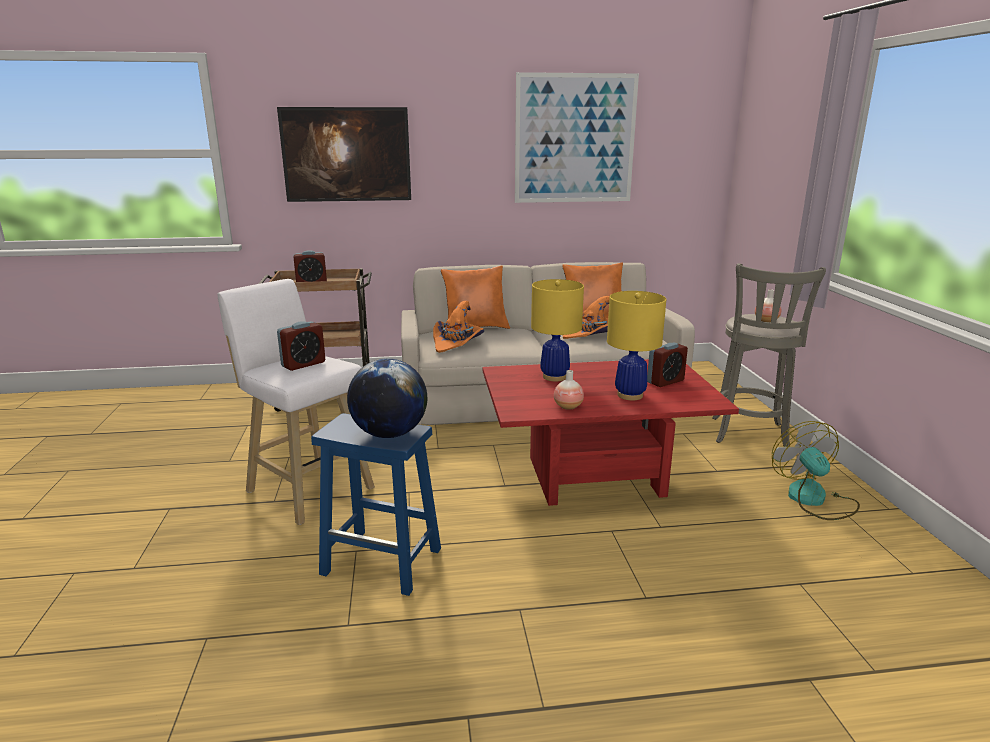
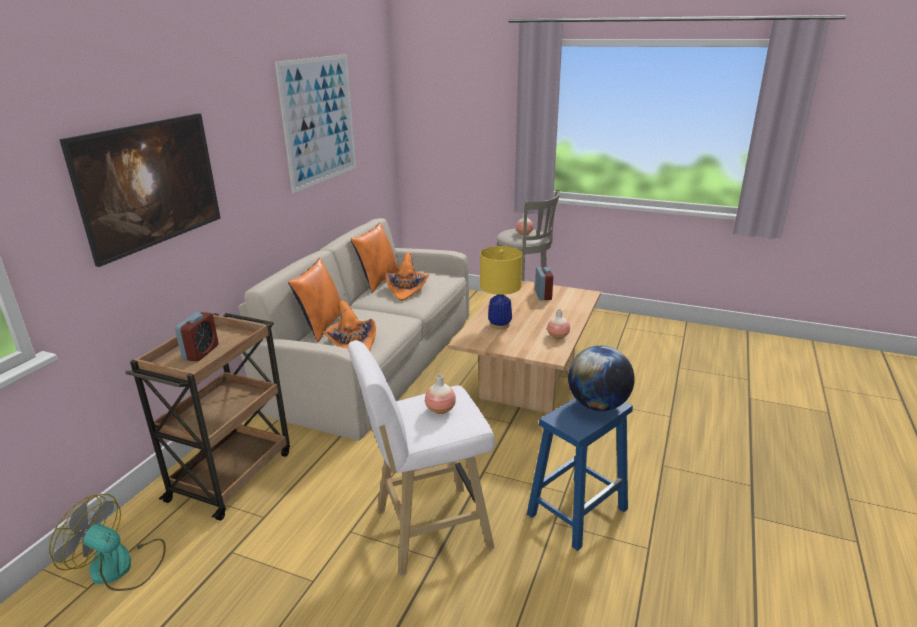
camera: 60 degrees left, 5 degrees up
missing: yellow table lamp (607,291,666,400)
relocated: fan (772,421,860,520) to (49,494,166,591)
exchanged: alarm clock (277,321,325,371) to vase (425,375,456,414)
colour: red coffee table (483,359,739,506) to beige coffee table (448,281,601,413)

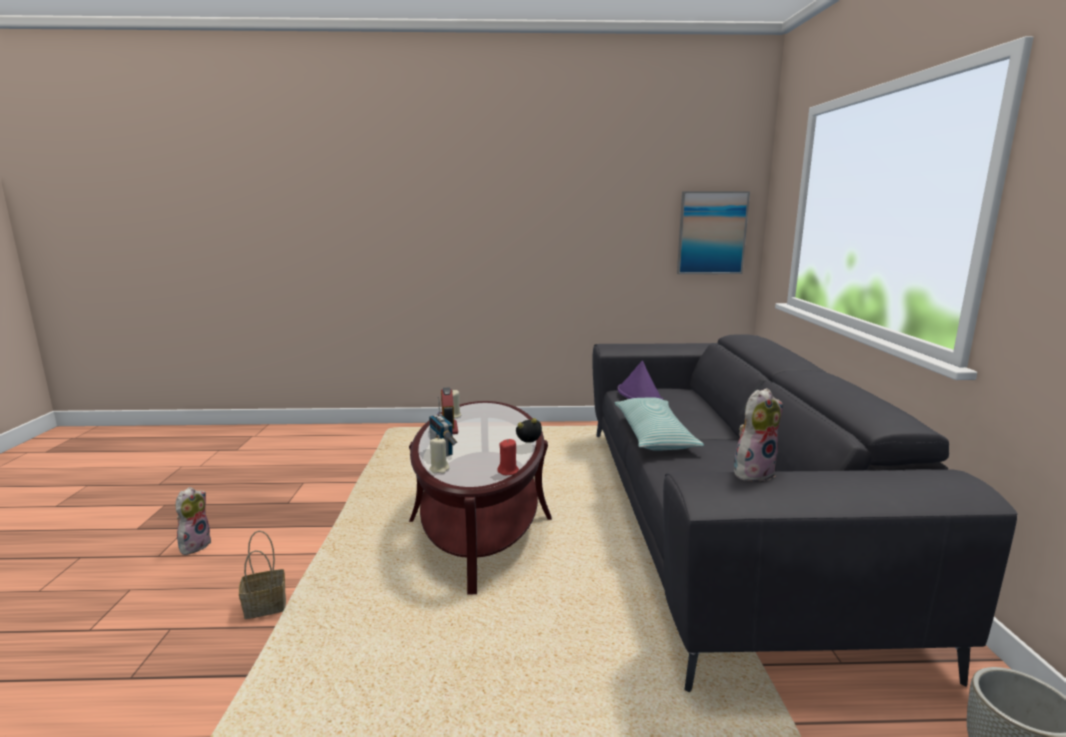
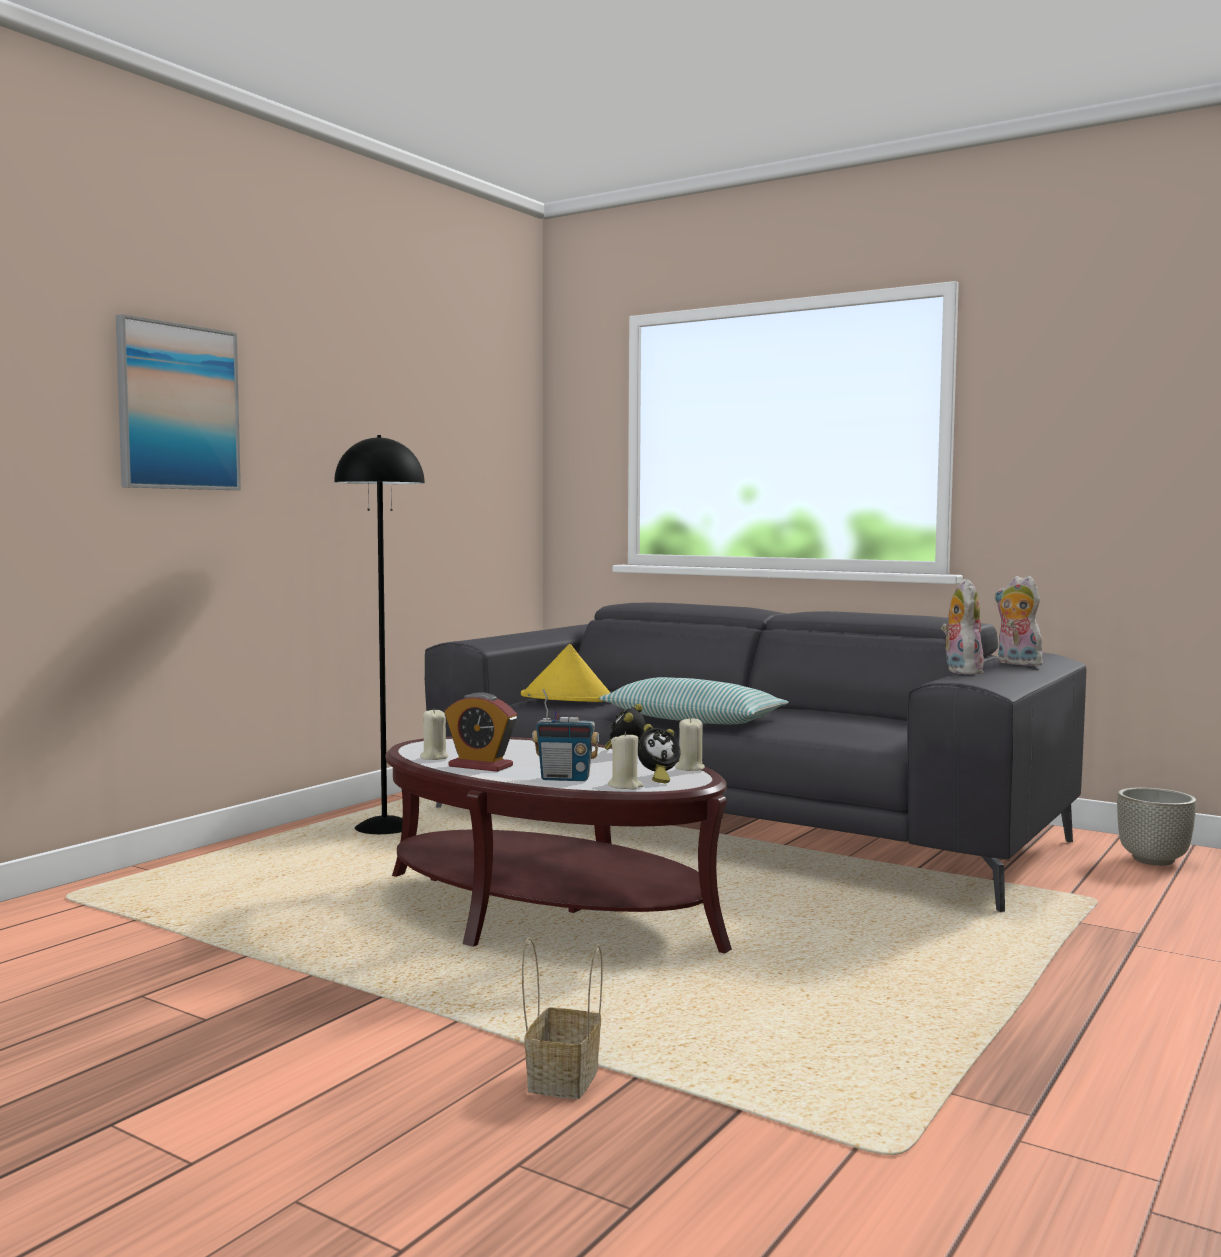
camera: 55 degrees left, 10 degrees down
appeared: black floor lamp (334,435,425,834); alarm clock (638,724,680,784)
relocated: picture (677,191,750,274) to (116,314,241,490); plush toy (176,487,212,555) to (995,576,1045,666)
colour: purple hat (617,361,663,399) to yellow hat (521,644,610,702); red candle (497,439,519,475) to beige candle (675,717,705,771)

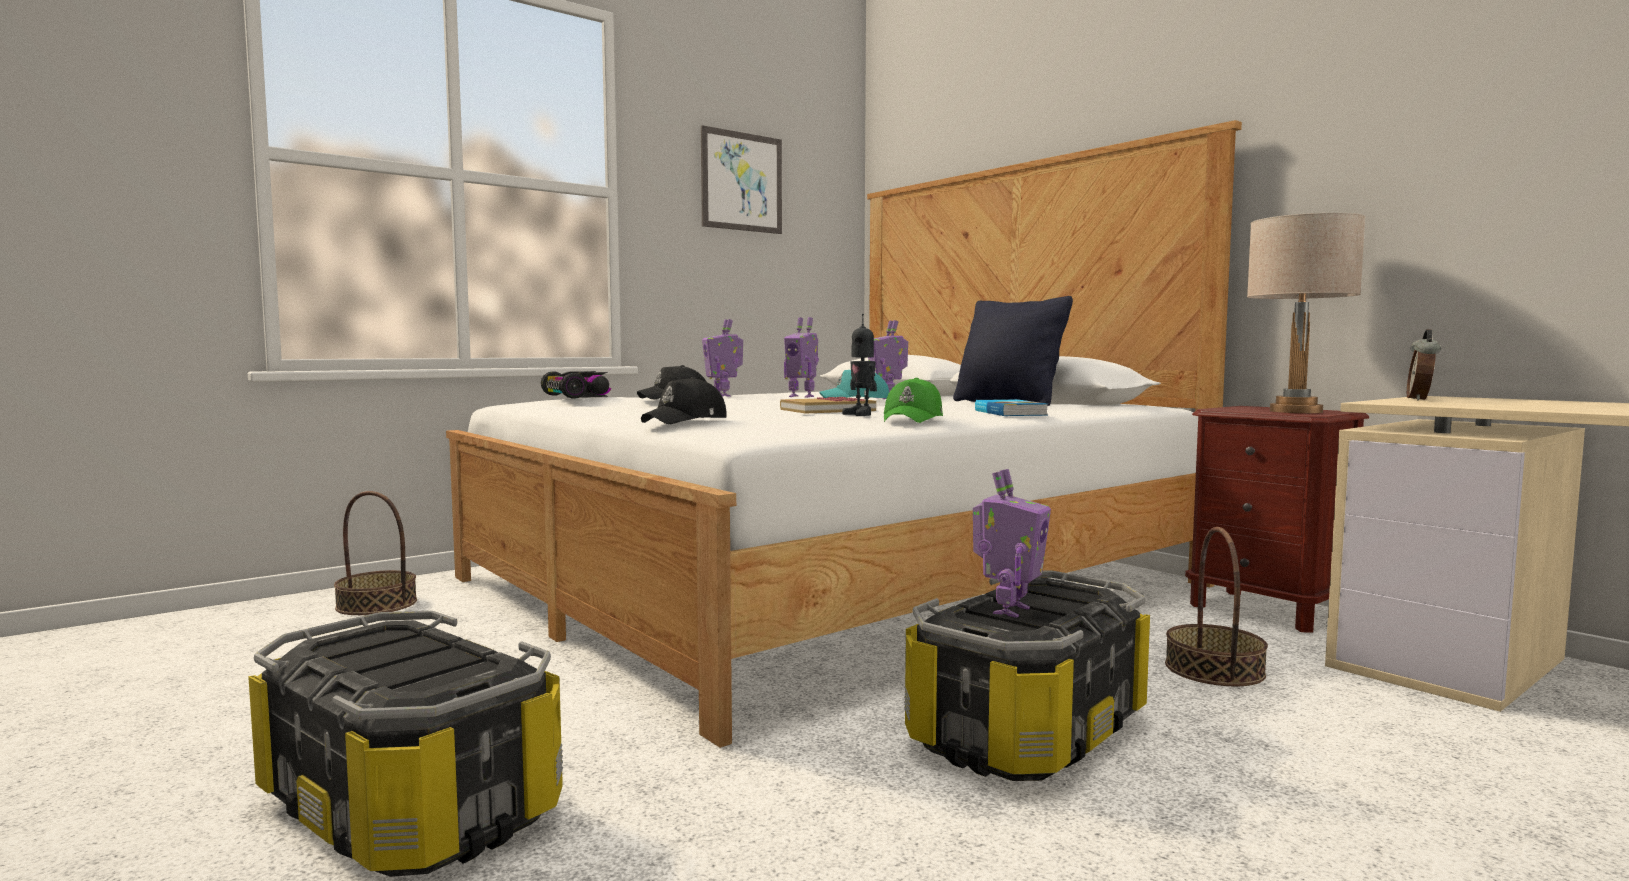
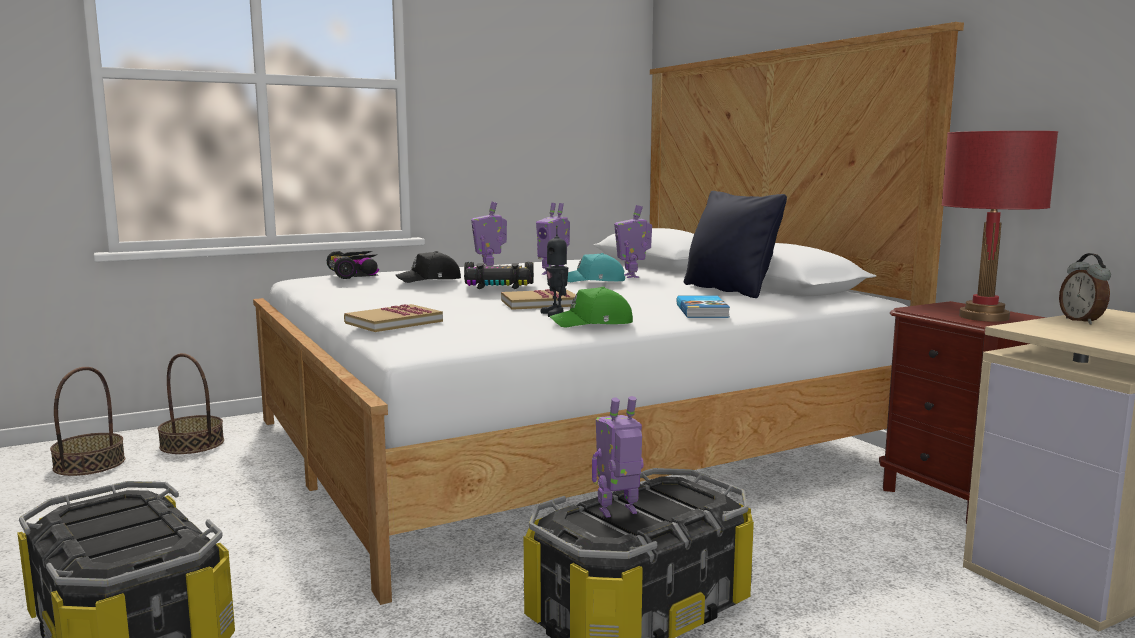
camera: 10 degrees right, 5 degrees up
missing: picture (701,125,782,234)
appeared: toy car (464,262,534,289)
relocated: basket (1165,527,1268,686) to (50,367,125,476)
exchanged: black cap (641,377,727,424) to book (344,304,443,332)
colour: beige table lamp (1247,213,1366,413) to red table lamp (941,131,1058,322)
spun: alarm clock (1407,329,1441,400) = (1059,253,1111,325) 45 degrees counterclockwise; green cap (884,378,943,423) = (550,287,633,328) 45 degrees clockwise; toy robot (973,469,1051,618) = (592,396,644,518) 150 degrees counterclockwise

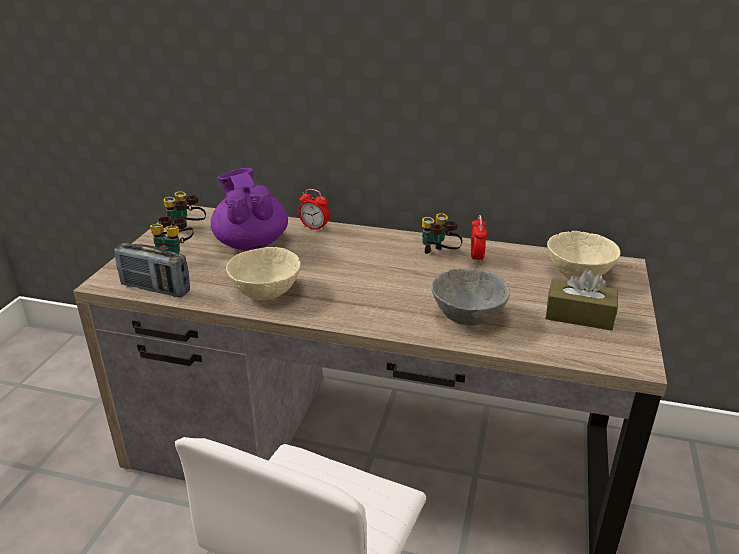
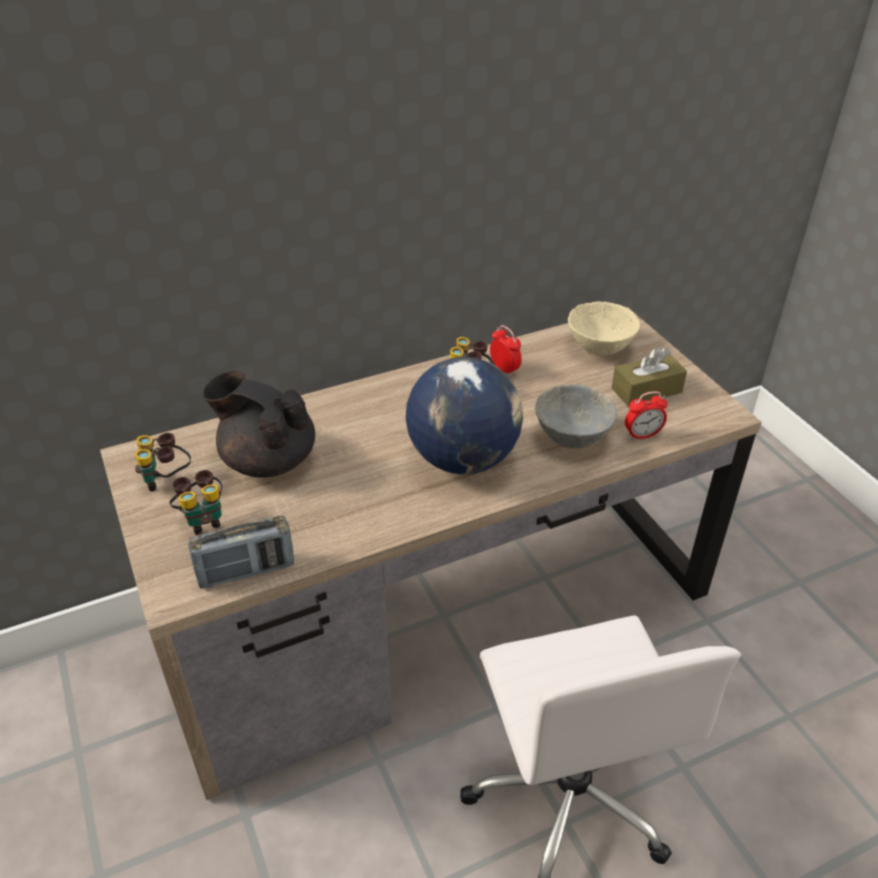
camera: 40 degrees left, 10 degrees up
missing: beige bowl (226,247,301,300)
appeared: globe (406,357,523,474)
relocated: alarm clock (299,189,329,231) to (625,391,668,440)
colour: purple teapot (211,168,288,251) to black teapot (203,371,315,478)

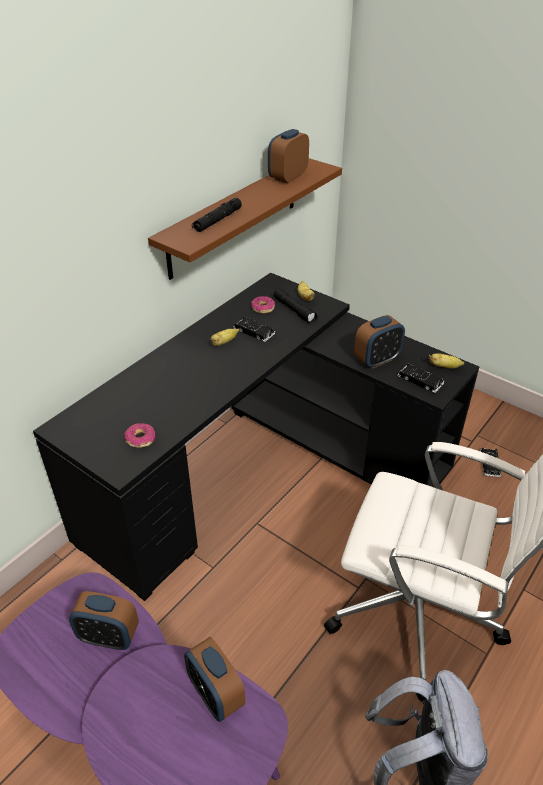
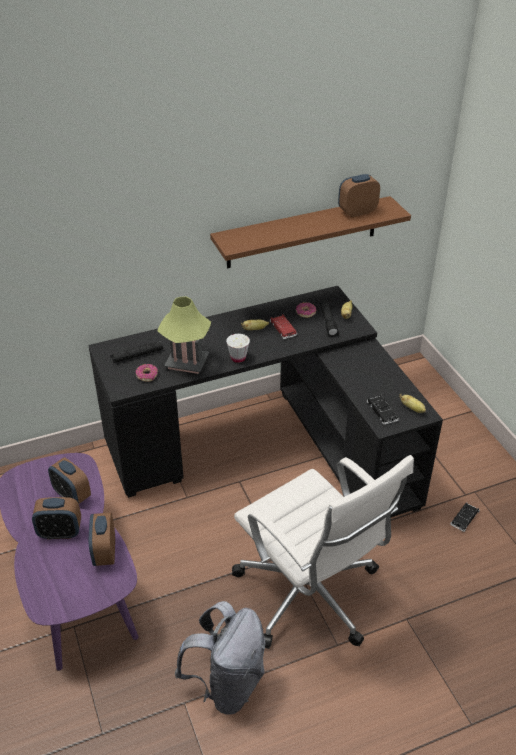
camera: 30 degrees right, 0 degrees up
appeared: table lamp (157,296,211,374); white cup (226,334,250,363)
relocated: black flashlight (192,198,242,232) to (111,341,163,363); alarm clock (354,315,405,369) to (32,497,81,539)
colour: black toy car (233,316,275,342) to red toy car (270,314,297,339)

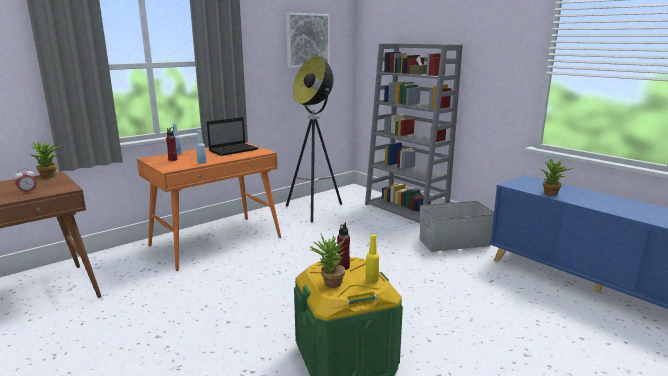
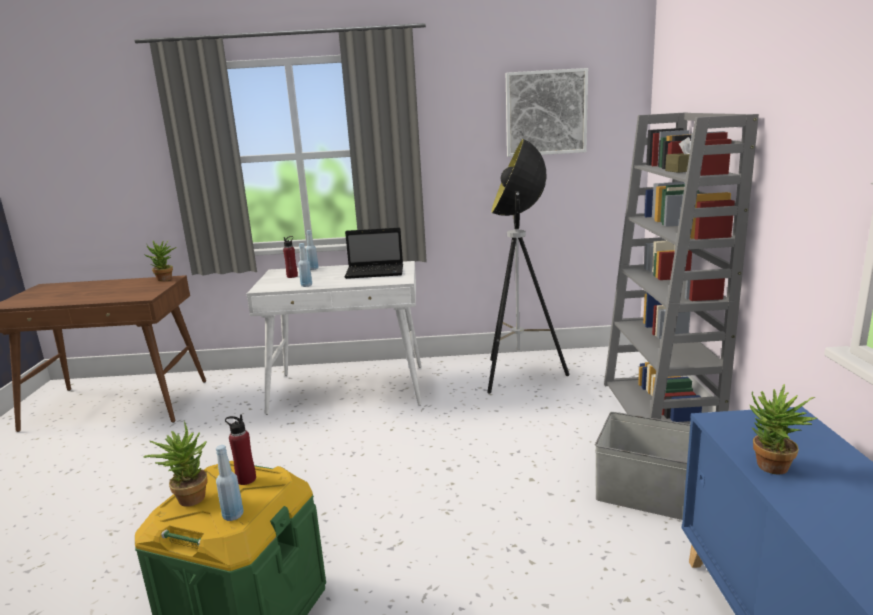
camera: 40 degrees right, 0 degrees up
missing: alarm clock (14,168,36,193)
colour: orange desk (137,142,281,271) to white desk (247,261,422,415); yellow bottle (365,234,379,283) to blue bottle (216,445,243,521)

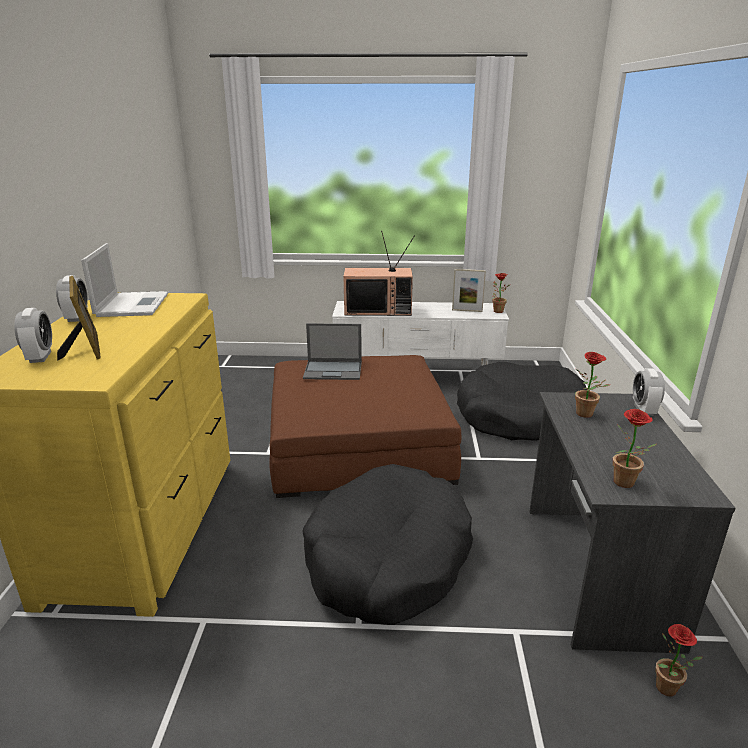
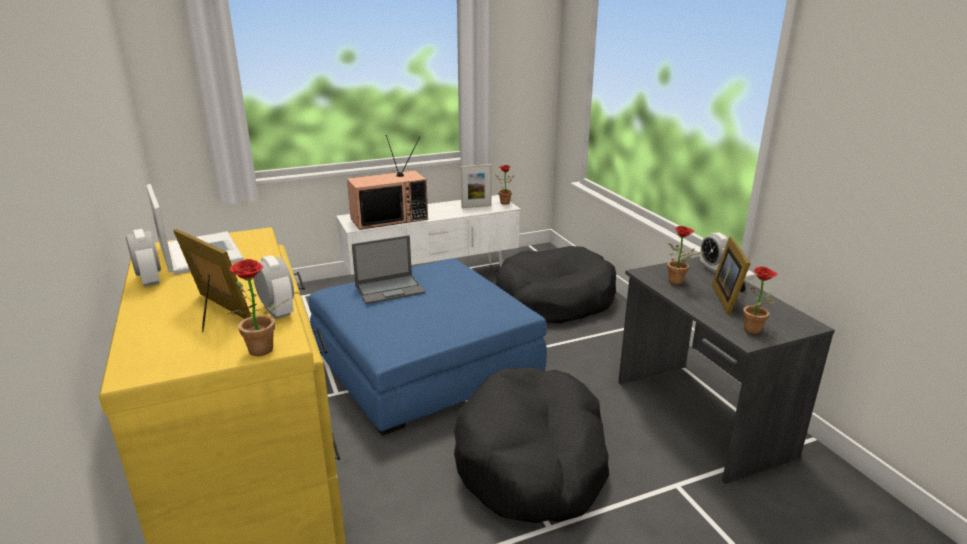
camera: 25 degrees left, 0 degrees up
appeared: picture frame (712,237,751,315)
relocated: alarm clock (14,308,52,363) to (253,255,294,319); potted plant (655,624,702,697) to (229,259,289,356)
colour: brown ottoman (269,355,461,498) to blue ottoman (309,258,547,436)

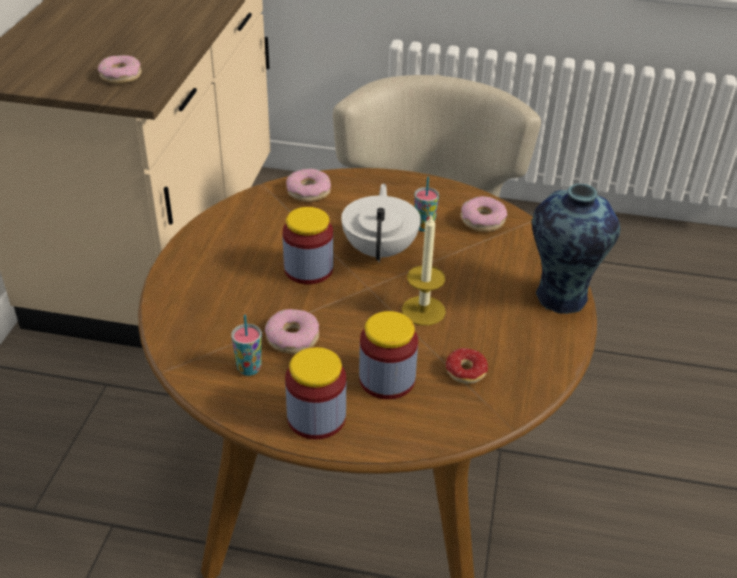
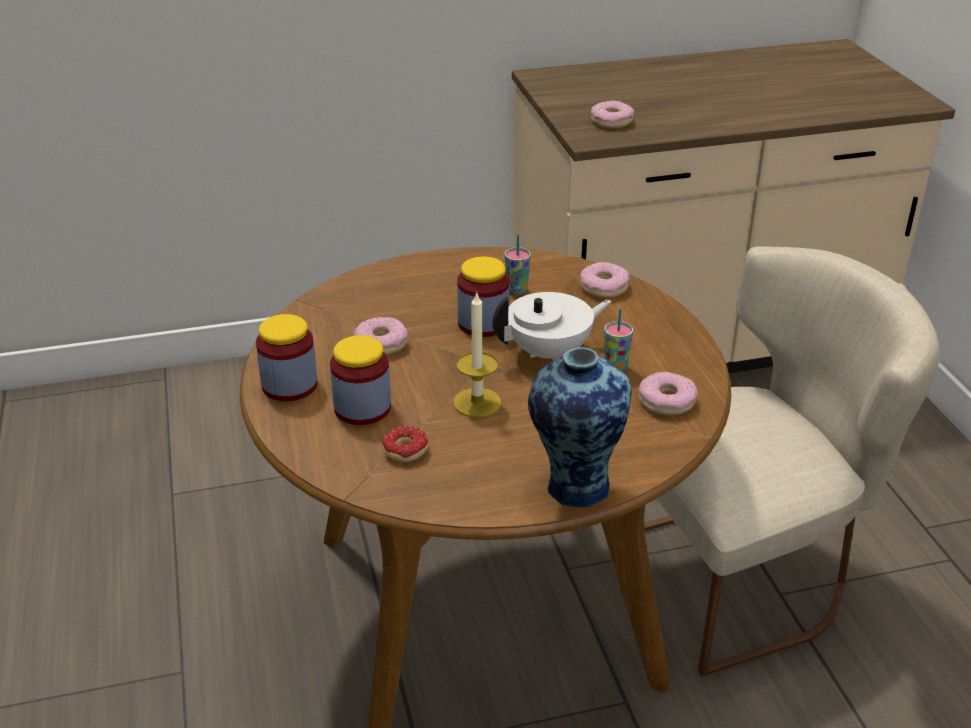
camera: 65 degrees right, 5 degrees down
relocated: cup (231,315,262,376) to (505,234,531,295)

